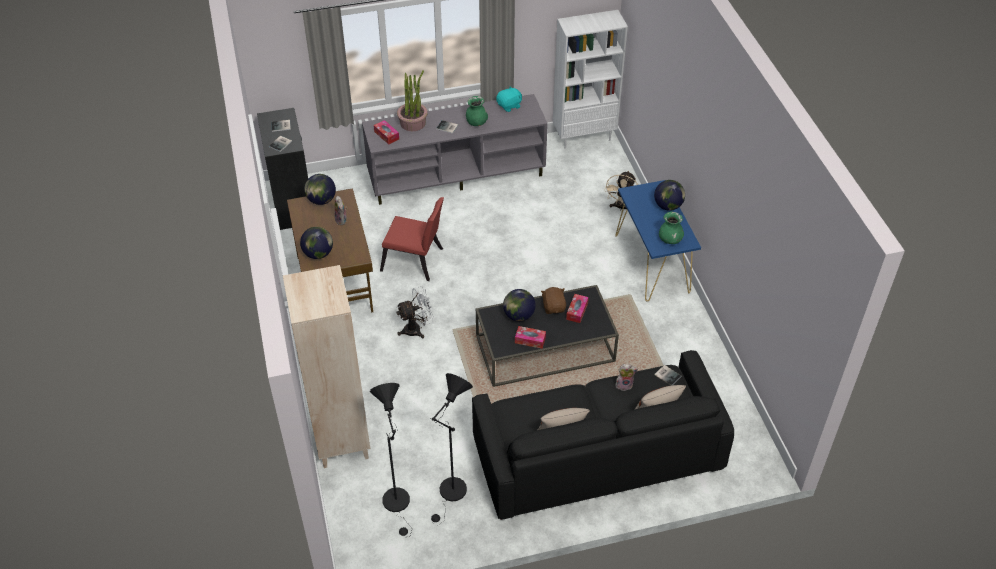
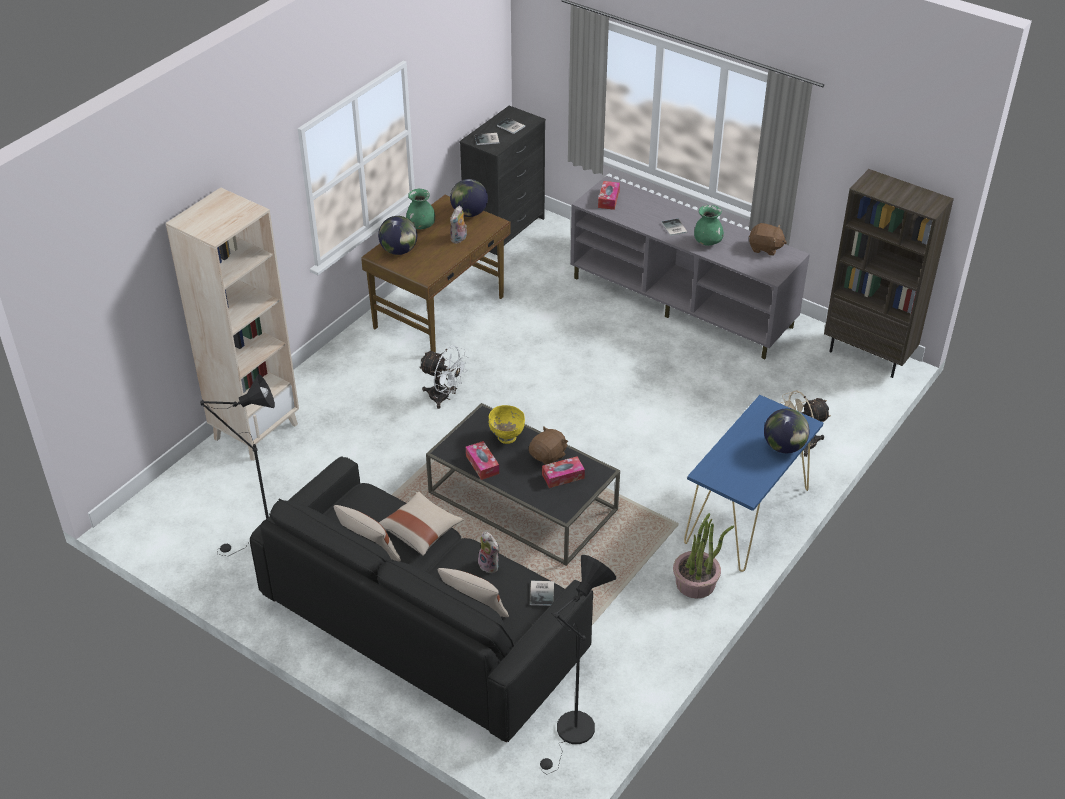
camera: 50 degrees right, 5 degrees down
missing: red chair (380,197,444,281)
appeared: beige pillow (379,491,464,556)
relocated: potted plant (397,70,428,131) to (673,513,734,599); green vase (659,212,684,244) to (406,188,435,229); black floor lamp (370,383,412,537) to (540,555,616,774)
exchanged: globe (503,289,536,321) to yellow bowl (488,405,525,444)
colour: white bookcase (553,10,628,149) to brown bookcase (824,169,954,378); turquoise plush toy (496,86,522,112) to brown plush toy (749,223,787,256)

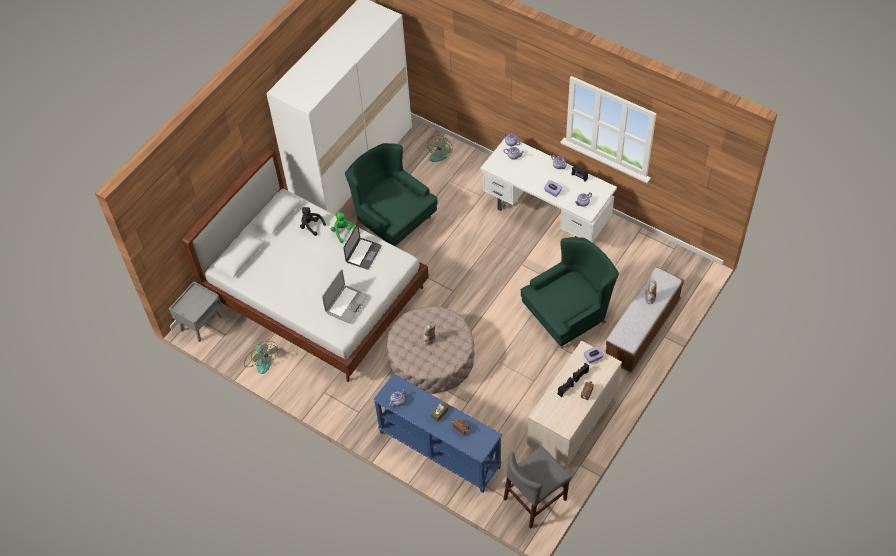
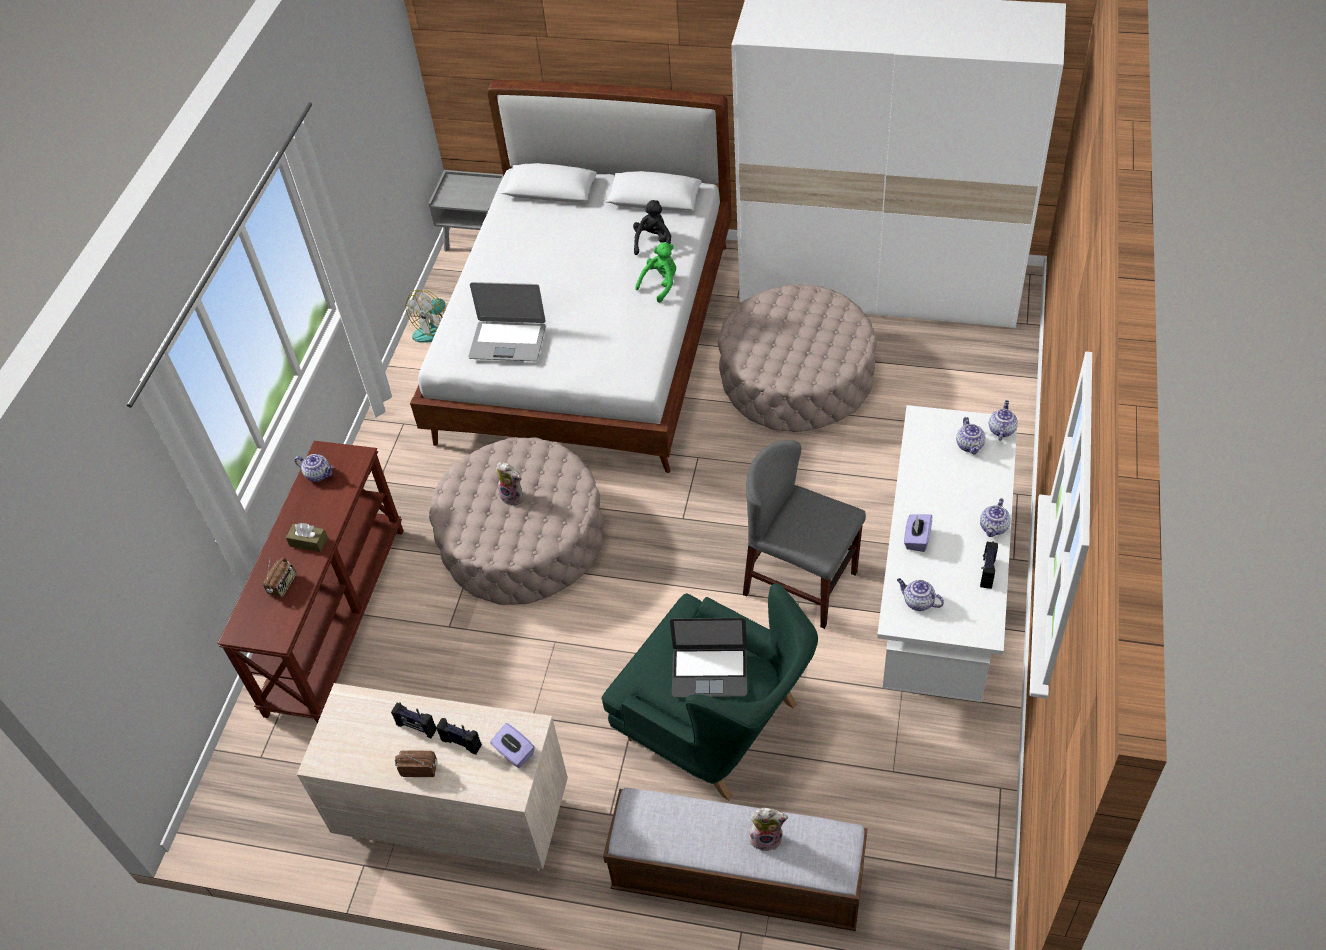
camera: 70 degrees right, 5 degrees down
missing: fan (427,135,453,162)
relocated: laptop (343,224,382,270) to (670,618,747,697); grey chair (504,446,571,529) to (743,440,866,629)
exchanged: green armchair (345,143,438,246) to beige ottoman (718,284,877,432)
colour: blue console table (373,373,502,493) to brown console table (217,441,404,723)

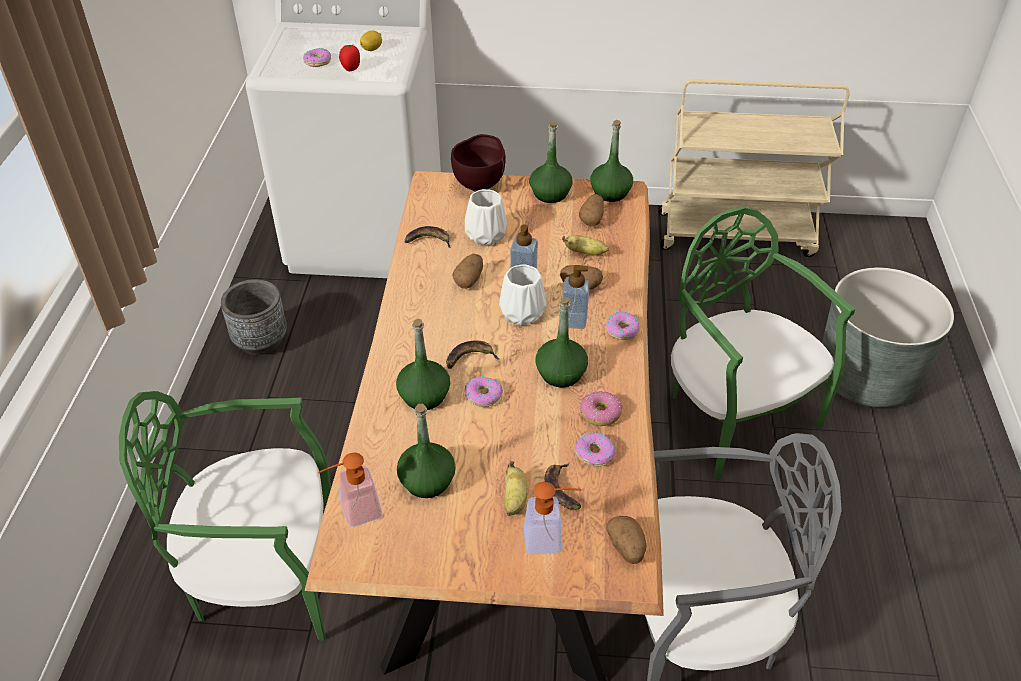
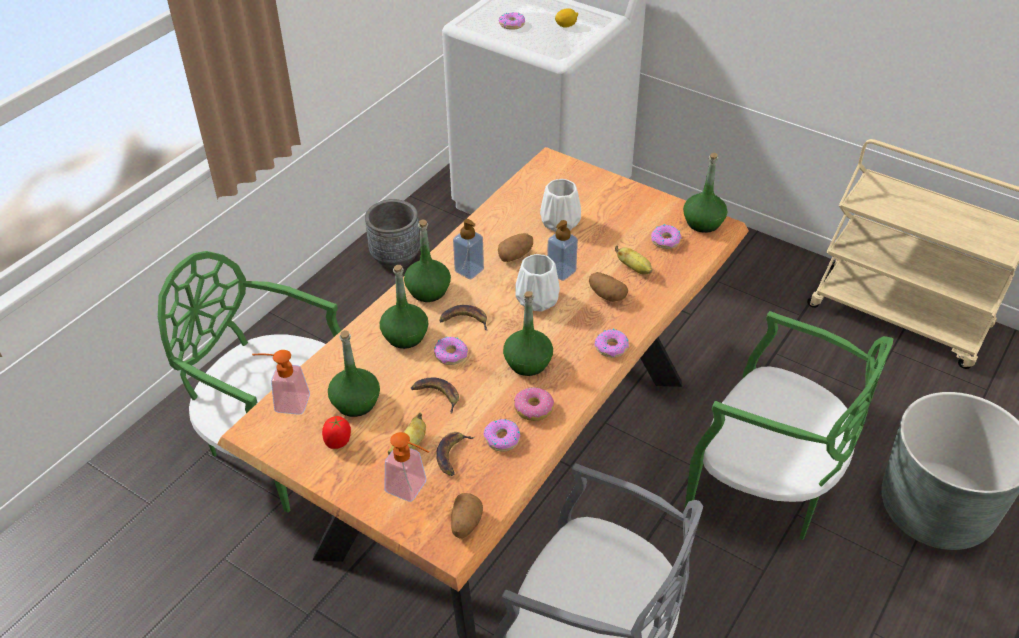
camera: 30 degrees right, 0 degrees up
missing: brown bowl (451,134,506,192)
relocated: tomato (339,44,360,71) to (322,416,351,449); green bottle (530,121,573,203) to (404,219,451,302); banana (404,226,451,248) to (411,378,459,414); soap dispenser (562,265,590,329) to (453,219,484,280)
exchanged: potato (579,194,604,226) to donut (651,224,681,249)
spun: green chair (671,206,855,479) = (685,311,894,540) 120 degrees clockwise

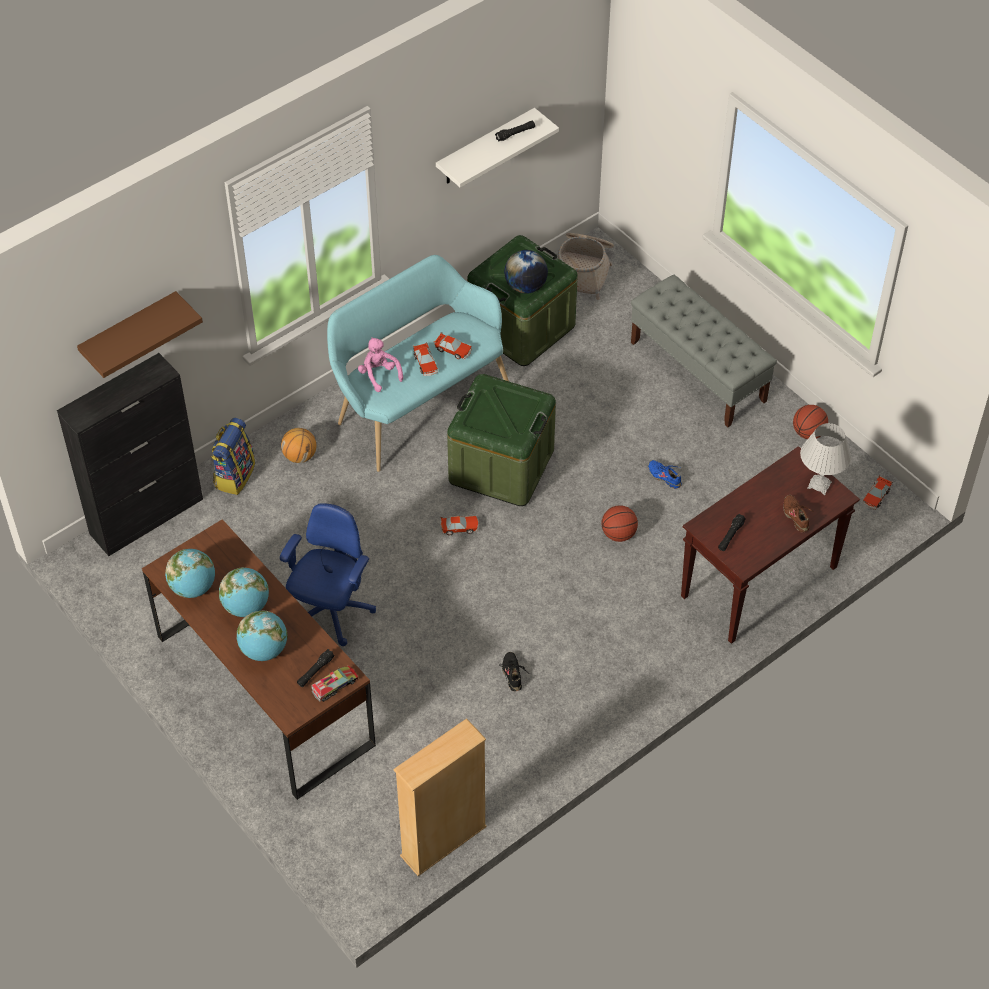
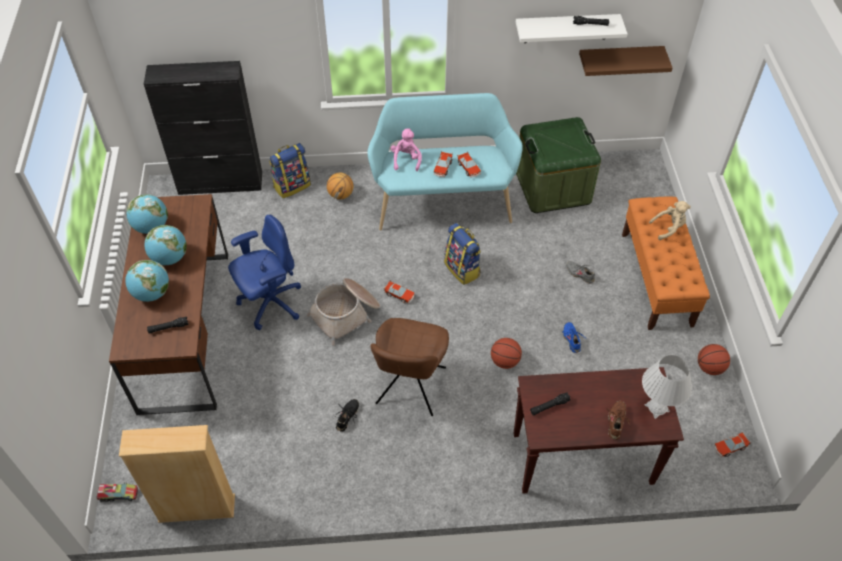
camera: 35 degrees right, 0 degrees up
missing: globe (504,250,548,294)
appeared: beige plush toy (649,201,691,240); grey shoe (567,261,595,284); brown chair (370,318,449,416)
relocated: basket (558,233,614,300) to (307,278,380,346); brown shelf (77,291,203,378) to (579,46,673,76); toy truck (311,665,359,702) to (97,483,138,502)
exchanged: green storage box (447,374,556,506) to backpack (444,223,481,285)
colour: grey bench (631,275,777,427) to orange bench (622,196,710,330)

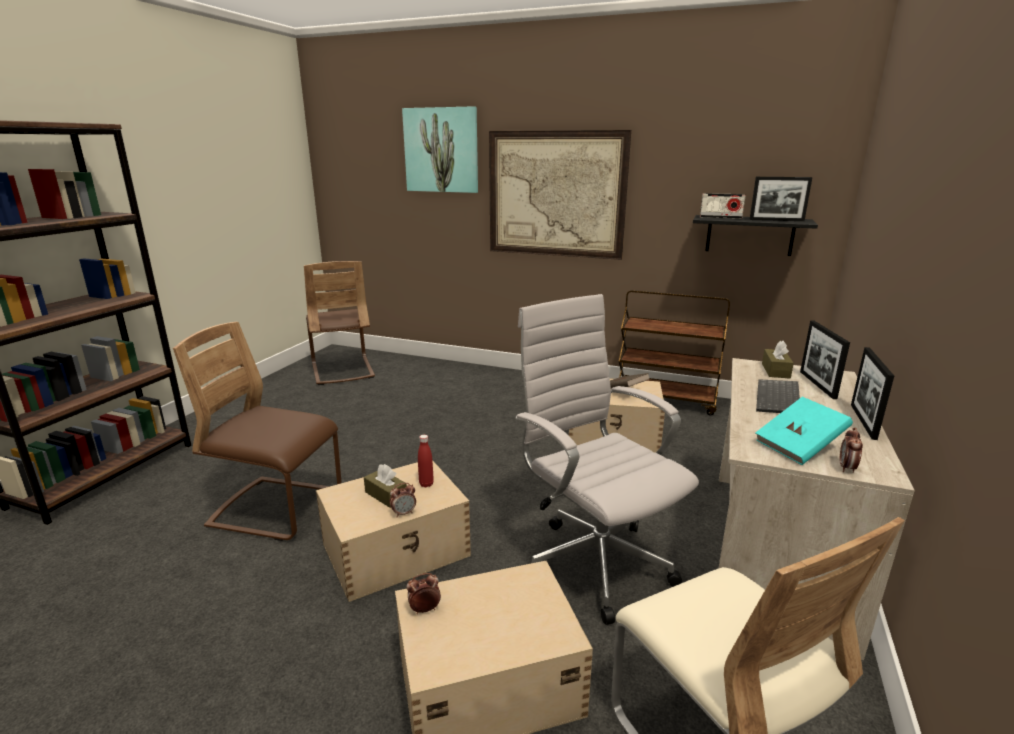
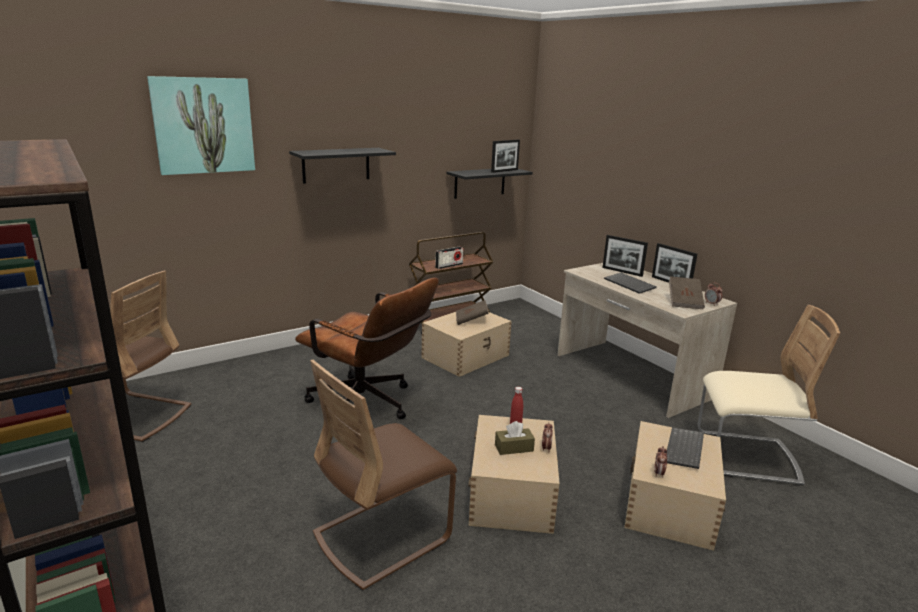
camera: 55 degrees left, 0 degrees up
missing: white office chair (515,294,699,625); brown tissue box (762,341,794,379)
appeared: brown office chair (295,278,439,419); keyboard (666,427,704,469)
relocated: radio (700,193,746,219) to (435,246,463,269)
exchanged: picture (489,130,631,260) to black shelf (289,148,396,184)
colour: turquoise book (755,397,853,465) to brown book (669,276,705,309)

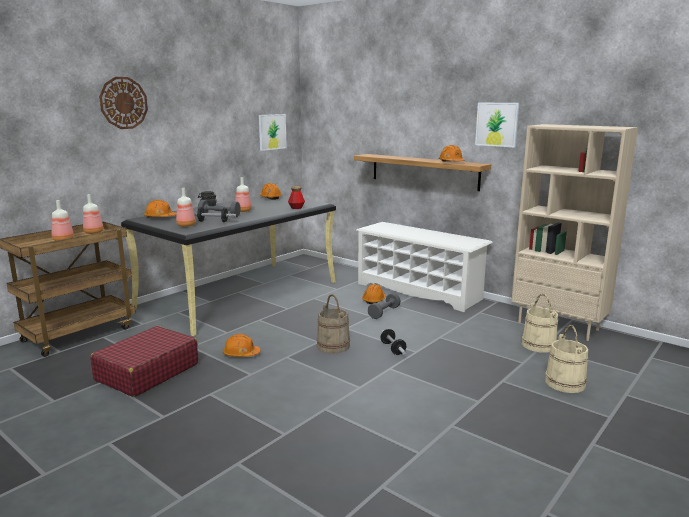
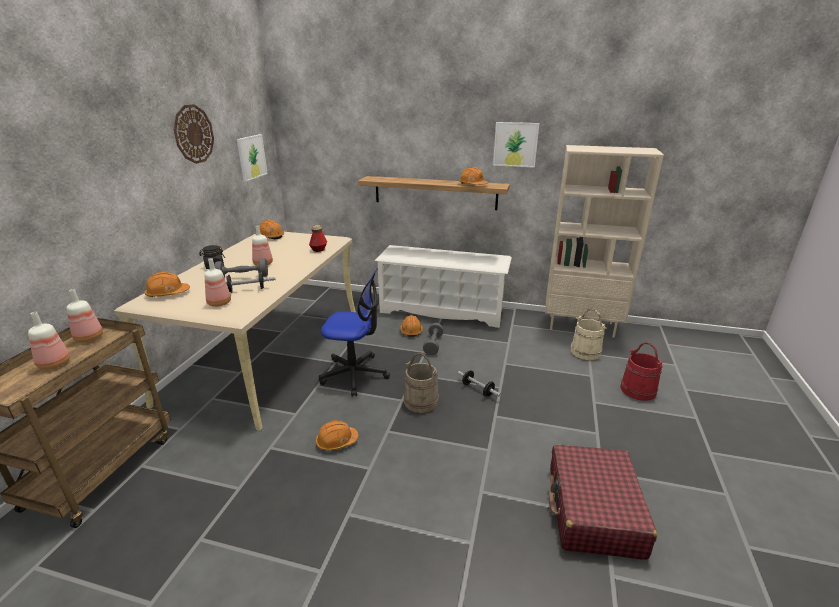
camera: 25 degrees left, 10 degrees up
appeared: office chair (319,268,390,397)
relocated: wall clock (99,77,148,129) to (174,104,214,164); red suitcase (90,326,198,397) to (549,444,657,560)
colour: black desk (121,196,336,336) to beige desk (114,232,356,431); beige bucket (545,325,588,393) to red bucket (620,342,663,401)

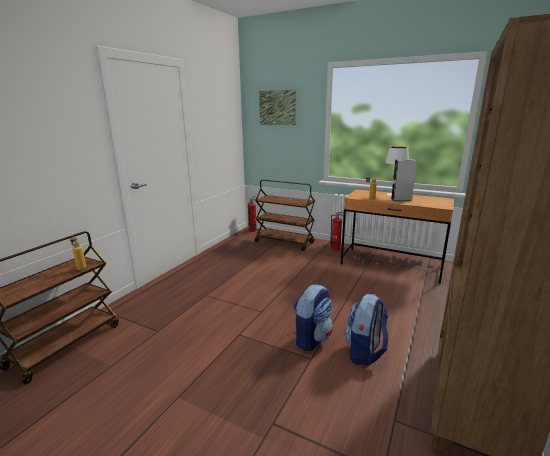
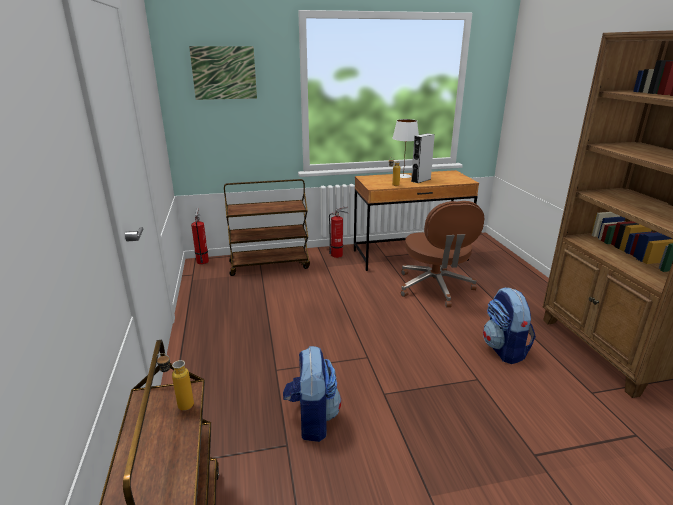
camera: 40 degrees left, 5 degrees up
appeared: brown office chair (401,201,484,307)
relocated: backpack (293,284,333,351) to (283,346,341,442)

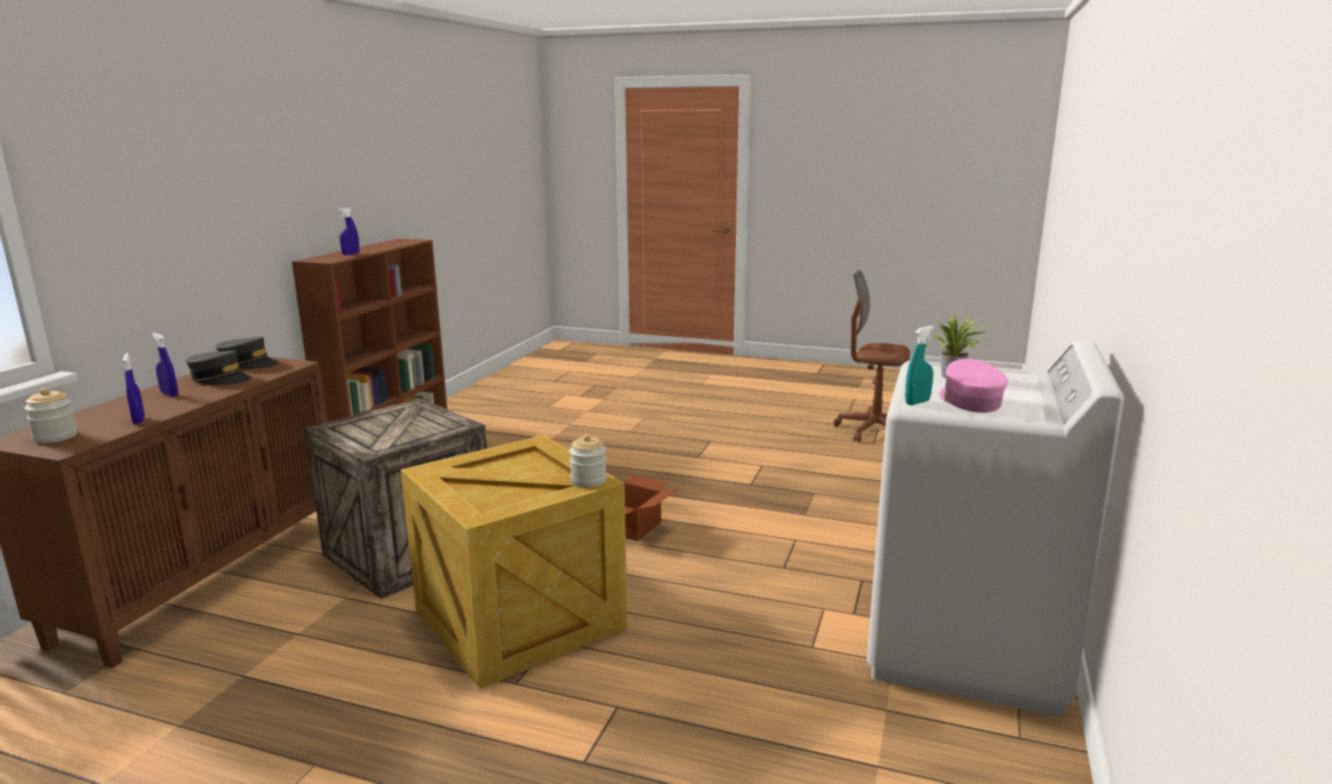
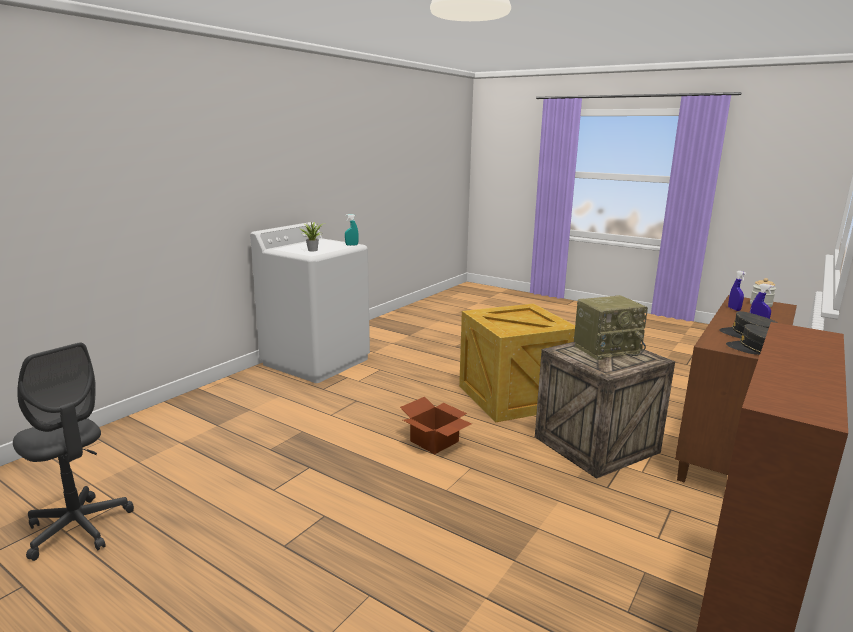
camera: 165 degrees left, 0 degrees up
missing: blue spray bottle (338,208,359,255); pink cap (939,359,1008,413); jar (569,434,607,487)
appeared: radio (574,295,648,360)
colour: brown office chair (833,270,910,442) to grey office chair (13,343,134,561)

